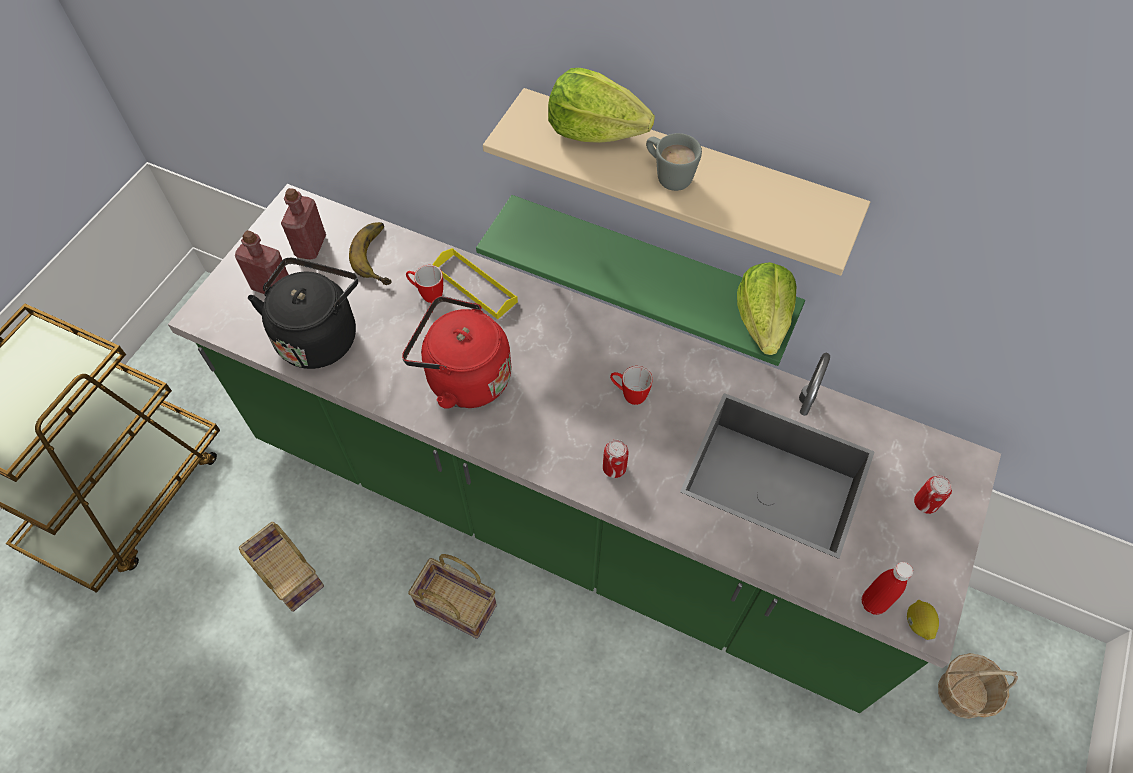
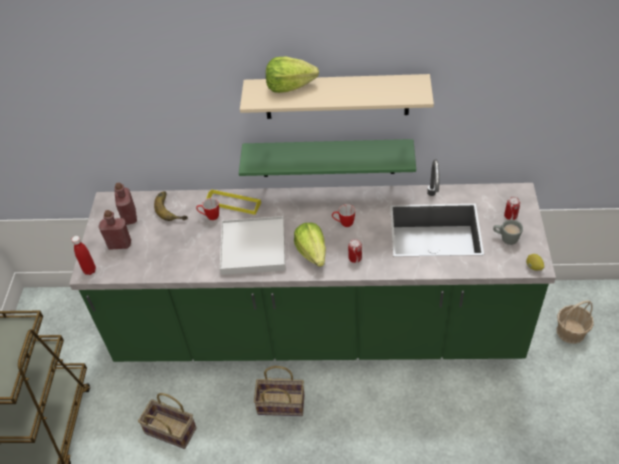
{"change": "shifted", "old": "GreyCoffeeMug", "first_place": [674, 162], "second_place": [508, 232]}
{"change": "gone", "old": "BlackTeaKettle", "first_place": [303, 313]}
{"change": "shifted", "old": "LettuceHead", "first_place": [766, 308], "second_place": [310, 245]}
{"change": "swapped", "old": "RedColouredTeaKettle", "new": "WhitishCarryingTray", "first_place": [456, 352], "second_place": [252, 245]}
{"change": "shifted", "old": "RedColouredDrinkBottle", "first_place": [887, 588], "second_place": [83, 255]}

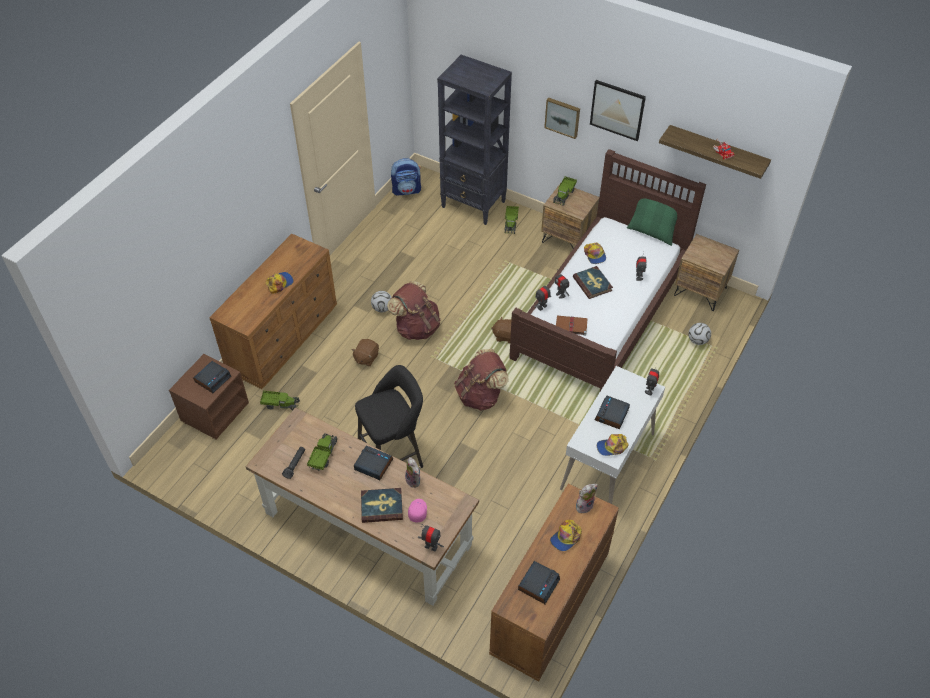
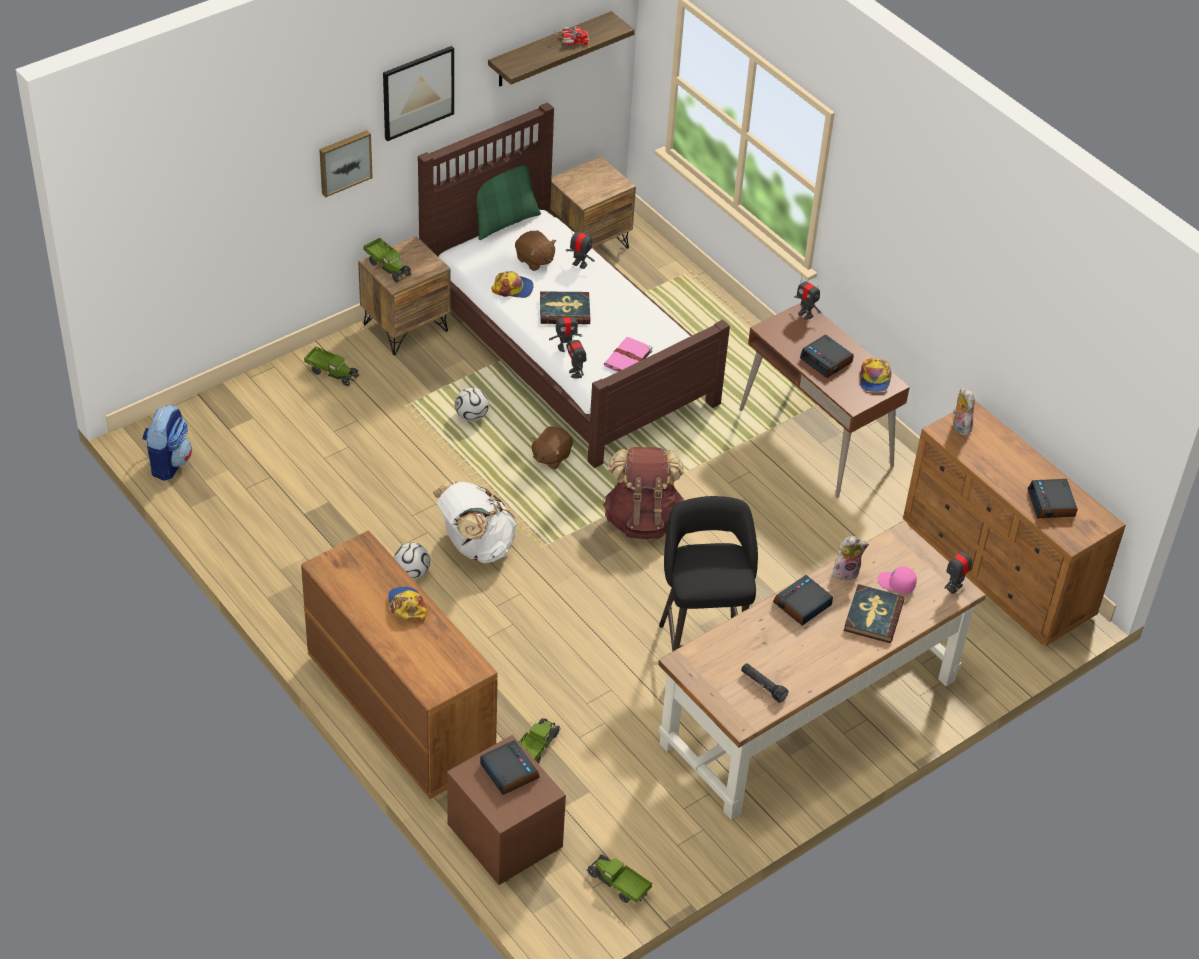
{"change": "gone", "old": "BlackBookshelf", "first_place": [474, 140]}
{"change": "repainted", "old": "BrownBackpack", "new": "WhitishBackpack", "first_place": [413, 310], "second_place": [475, 521]}
{"change": "repainted", "old": "BrownBook", "new": "PinkColouredBook", "first_place": [572, 325], "second_place": [628, 354]}
{"change": "shifted", "old": "BallForFootball", "first_place": [699, 334], "second_place": [472, 404]}
{"change": "shifted", "old": "BrownPlushToy", "first_place": [365, 352], "second_place": [535, 250]}
{"change": "repainted", "old": "WhitishDeskTable", "new": "BrownDeskTable", "first_place": [612, 435], "second_place": [825, 400]}
{"change": "shifted", "old": "ToyLorry", "first_place": [322, 452], "second_place": [619, 879]}
{"change": "gone", "old": "BaseballCap", "first_place": [566, 535]}
{"change": "rotated", "old": "TableClock", "first_place": [539, 582], "second_place": [1053, 498], "degrees": -150}

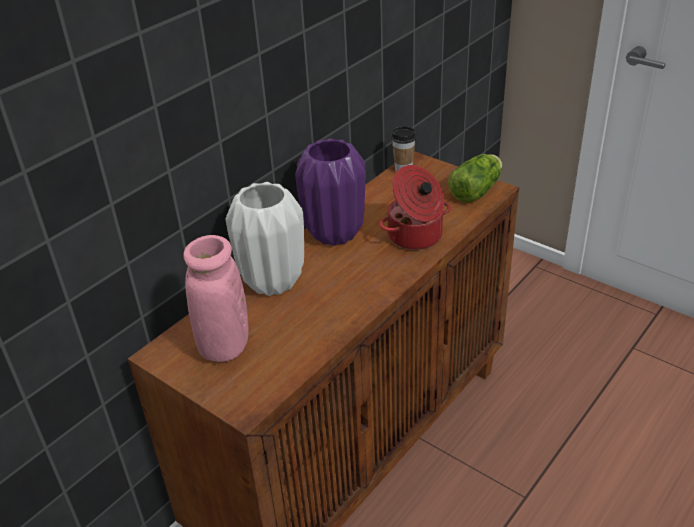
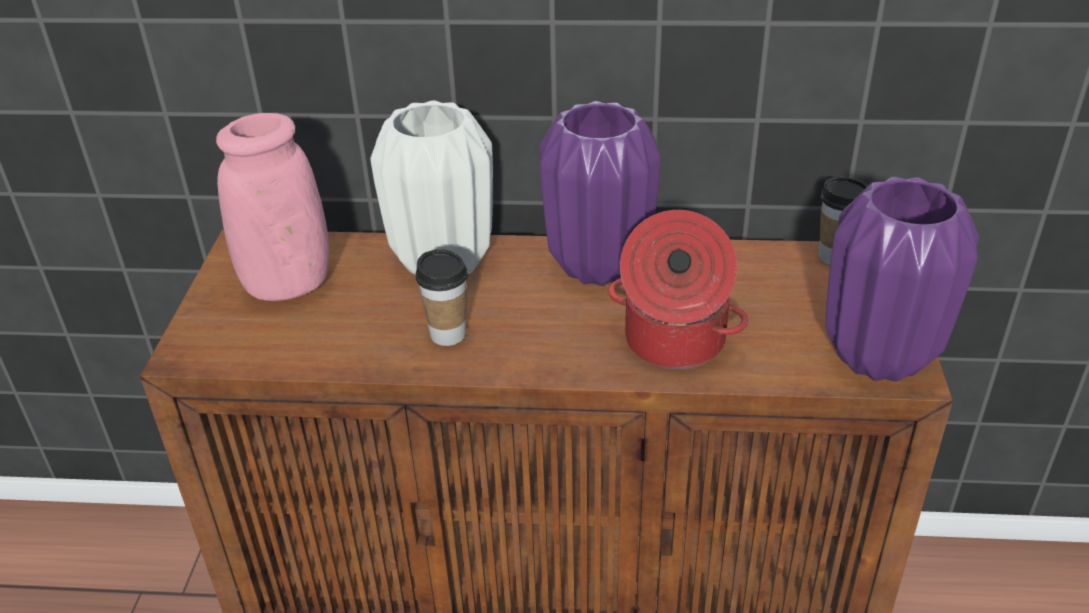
{"change": "swapped", "old": "LettuceHead", "new": "PurplishVase", "first_place": [475, 178], "second_place": [902, 279]}
{"change": "new", "new": "DrinkingCup", "second_place": [442, 297]}

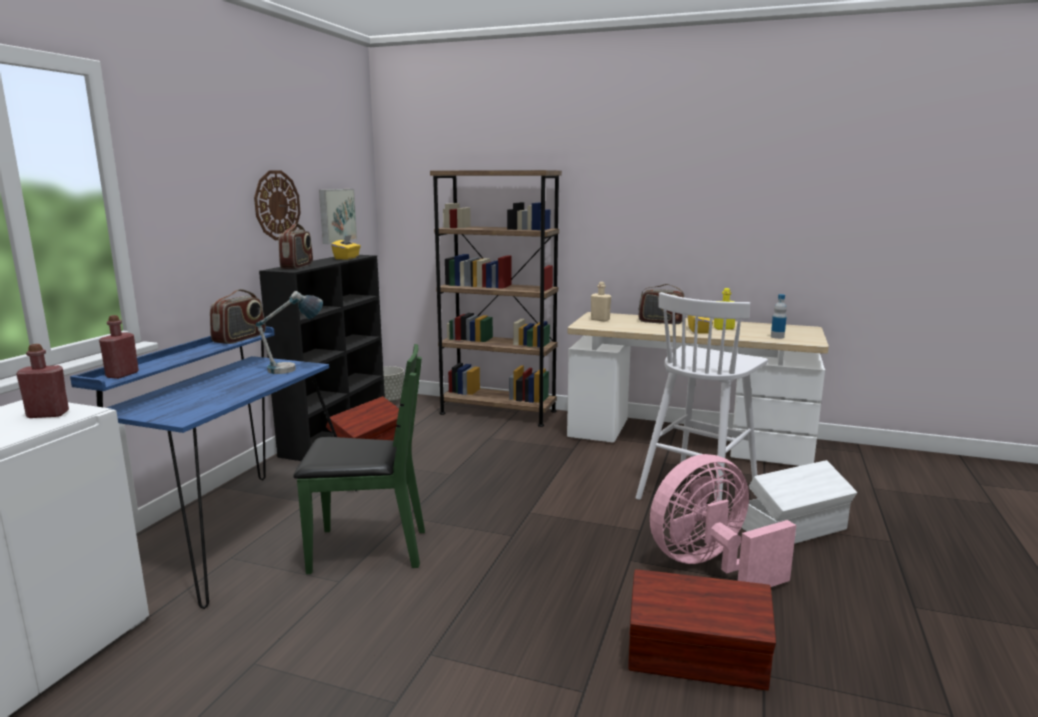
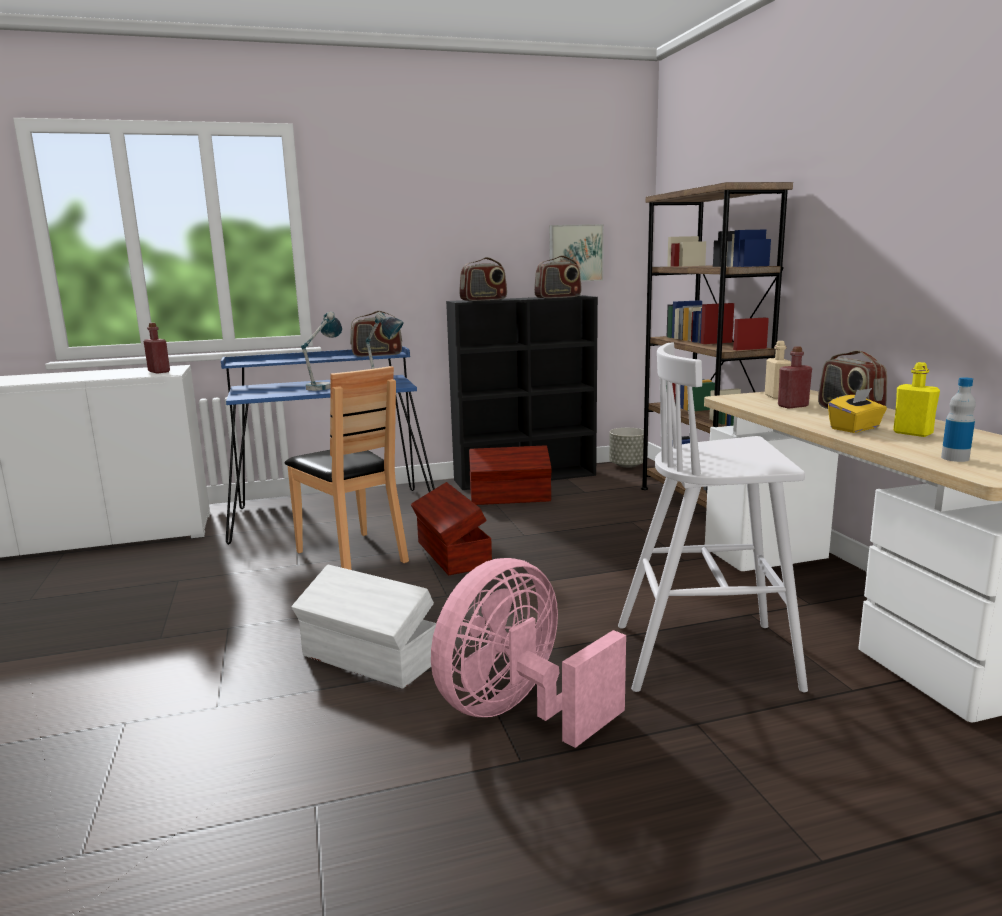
{"change": "gone", "old": "WallClock", "first_place": [277, 205]}
{"change": "swapped", "old": "YellowishTissueBox", "new": "Radio", "first_place": [346, 247], "second_place": [557, 276]}
{"change": "shifted", "old": "RedColouredDrinkBottle", "first_place": [119, 347], "second_place": [795, 377]}
{"change": "repainted", "old": "GreenPlainChair", "new": "BrownPlainChair", "first_place": [359, 459], "second_place": [347, 468]}
{"change": "rotated", "old": "PinkColouredElectricFan", "first_place": [723, 520], "second_place": [528, 653], "degrees": -75}
{"change": "shifted", "old": "WhitishStorageContainer", "first_place": [799, 502], "second_place": [363, 627]}
{"change": "shifted", "old": "BrownStorageContainer", "first_place": [702, 630], "second_place": [451, 528]}
{"change": "new", "new": "LampForATable", "second_place": [321, 351]}

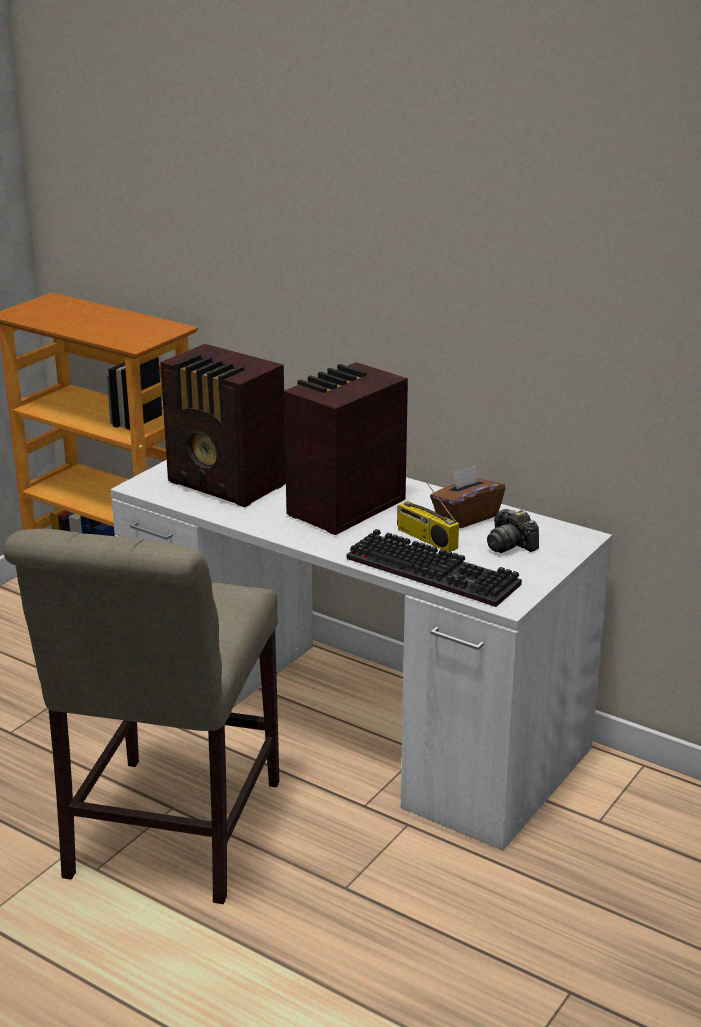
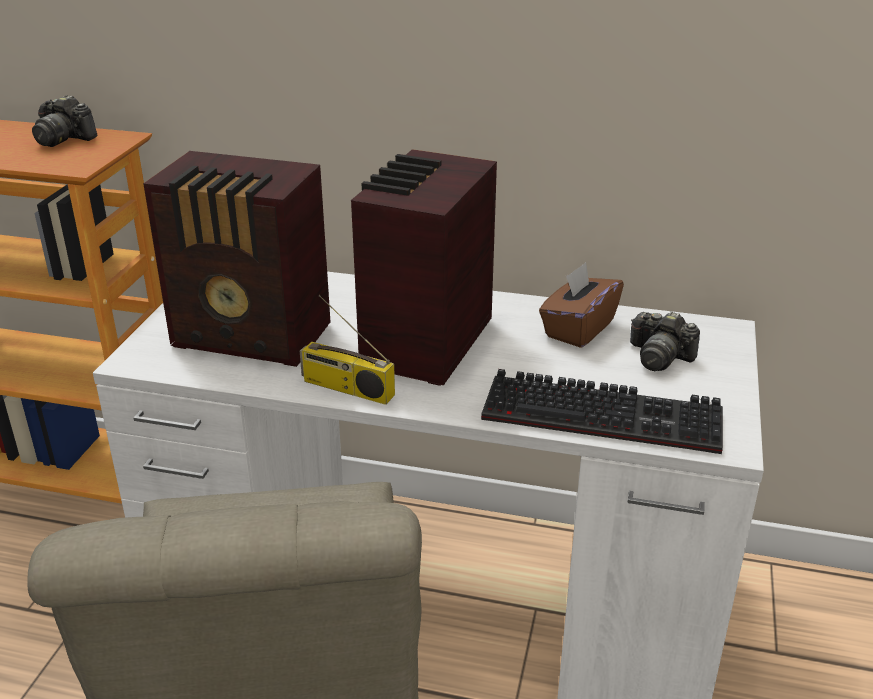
{"change": "shifted", "old": "Radio", "first_place": [428, 509], "second_place": [347, 350]}
{"change": "new", "new": "StillCamera", "second_place": [65, 121]}

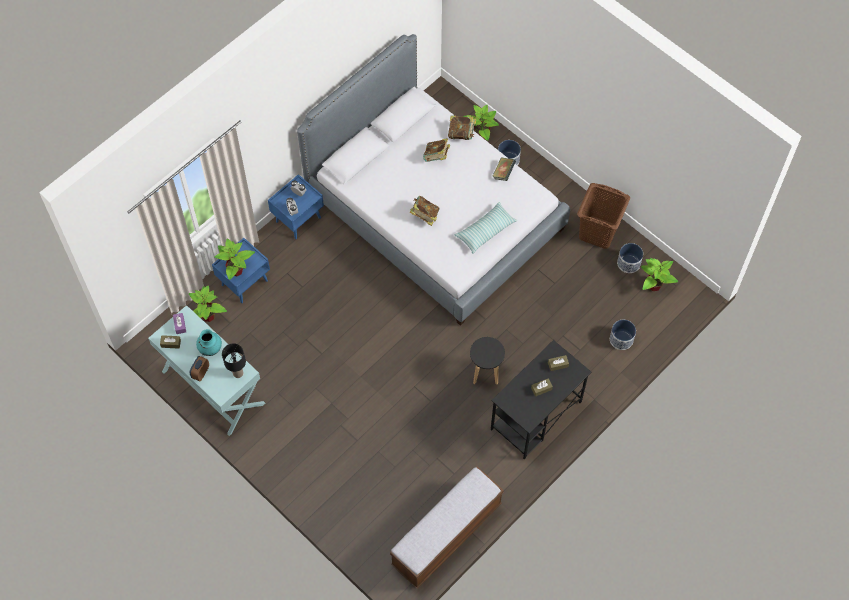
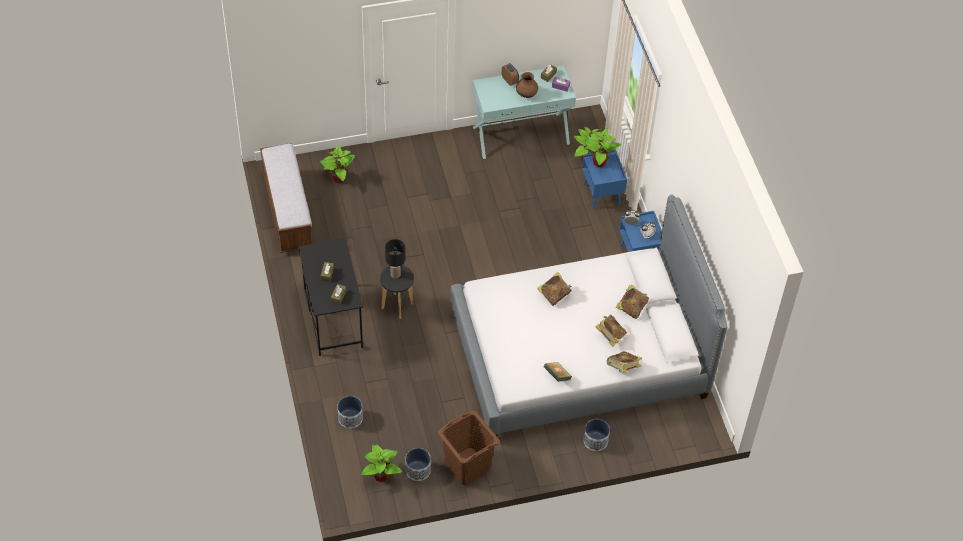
{"change": "shifted", "old": "PottedPlant", "first_place": [481, 123], "second_place": [337, 164]}
{"change": "gone", "old": "Cushion", "first_place": [486, 228]}
{"change": "repainted", "old": "TurquoiseVase", "new": "BrownVase", "first_place": [209, 342], "second_place": [527, 85]}
{"change": "shifted", "old": "BlackLampForATable", "first_place": [234, 360], "second_place": [395, 258]}
{"change": "new", "new": "Book", "second_place": [632, 302]}

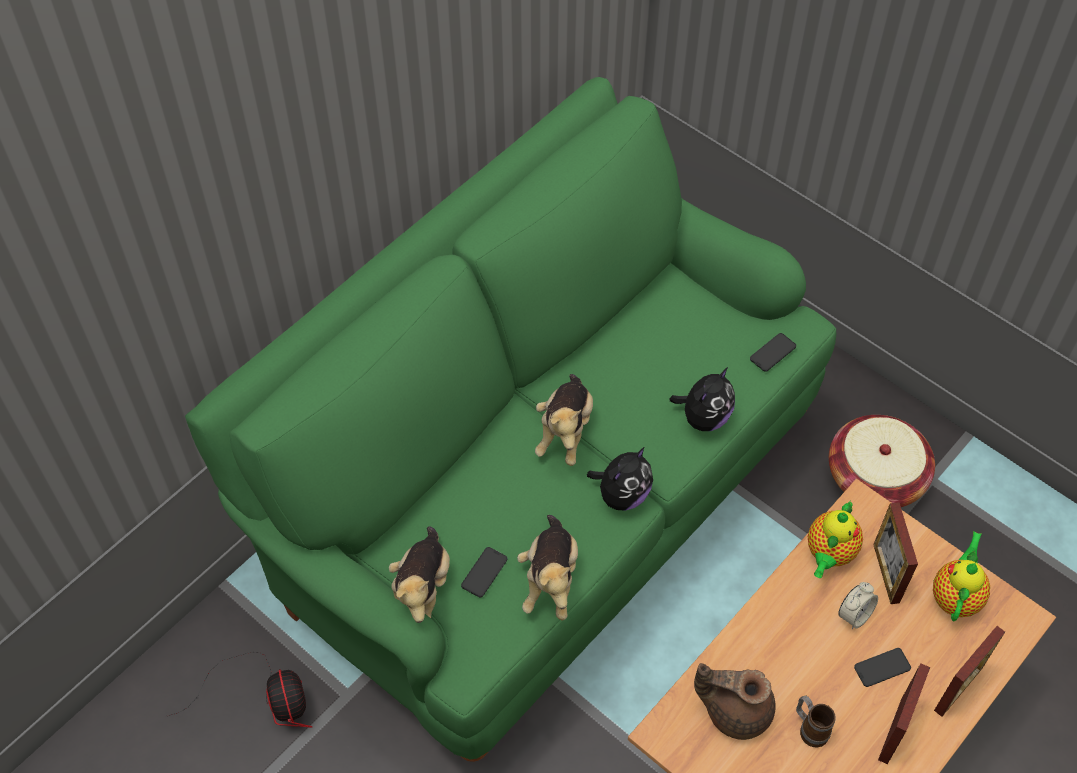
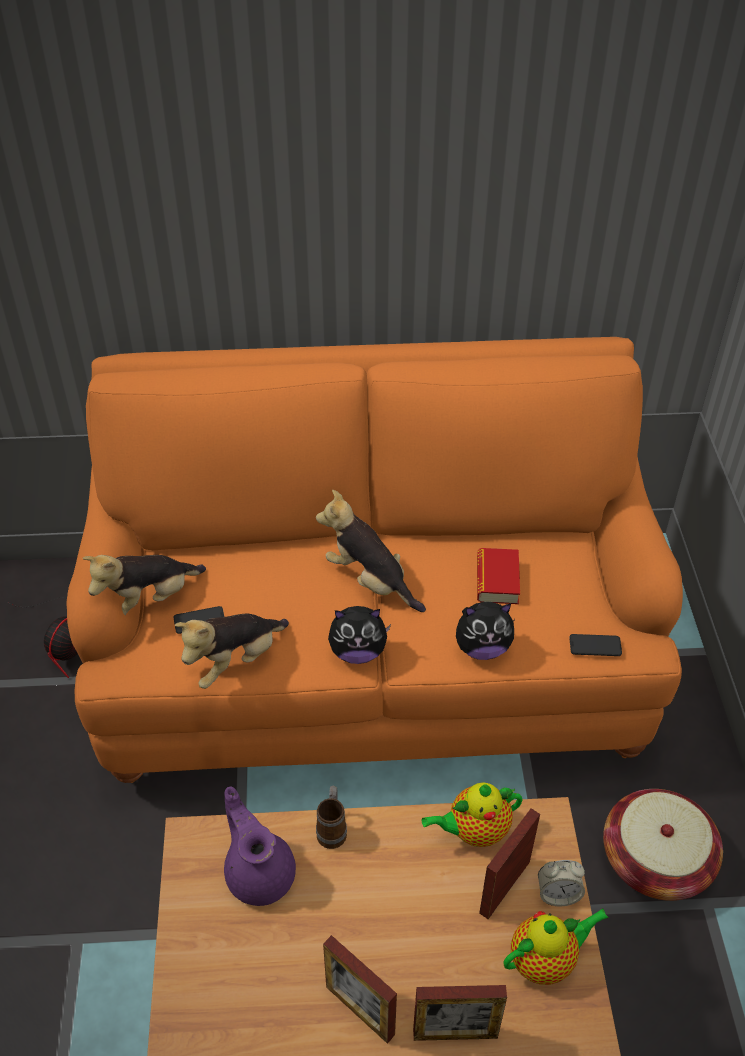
{"change": "repainted", "old": "GreenCouch", "new": "OrangeyCouch", "first_place": [510, 419], "second_place": [374, 560]}
{"change": "rotated", "old": "PlushToy", "first_place": [564, 420], "second_place": [371, 551], "degrees": 75}
{"change": "shifted", "old": "TableClock", "first_place": [858, 605], "second_place": [561, 883]}
{"change": "gone", "old": "Phone", "first_place": [882, 667]}
{"change": "repainted", "old": "BrownTeaPot", "new": "PurplishTeaPot", "first_place": [735, 701], "second_place": [260, 846]}
{"change": "rotated", "old": "PhotoFrame", "first_place": [904, 713], "second_place": [360, 989], "degrees": 60}
{"change": "shifted", "old": "CoffeeMug", "first_place": [815, 721], "second_place": [331, 817]}
{"change": "new", "new": "Book", "second_place": [498, 576]}

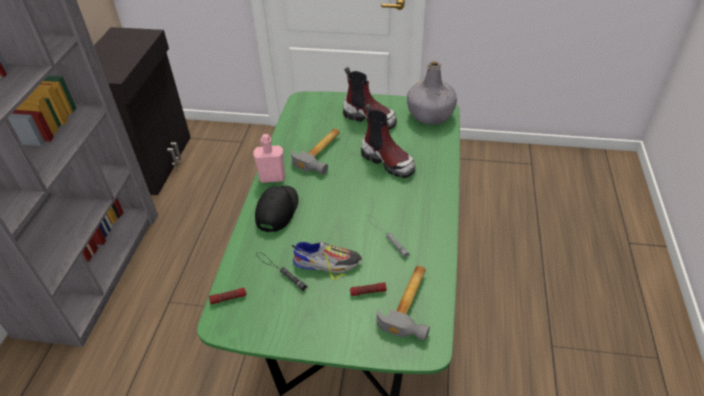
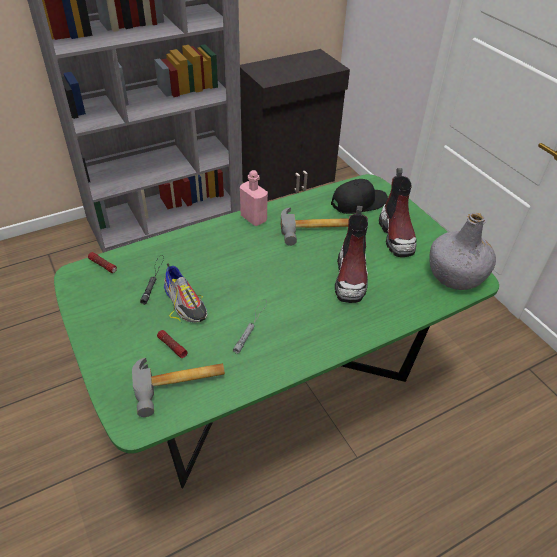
{"change": "shifted", "old": "BlackBaseballCap", "first_place": [277, 209], "second_place": [359, 196]}

